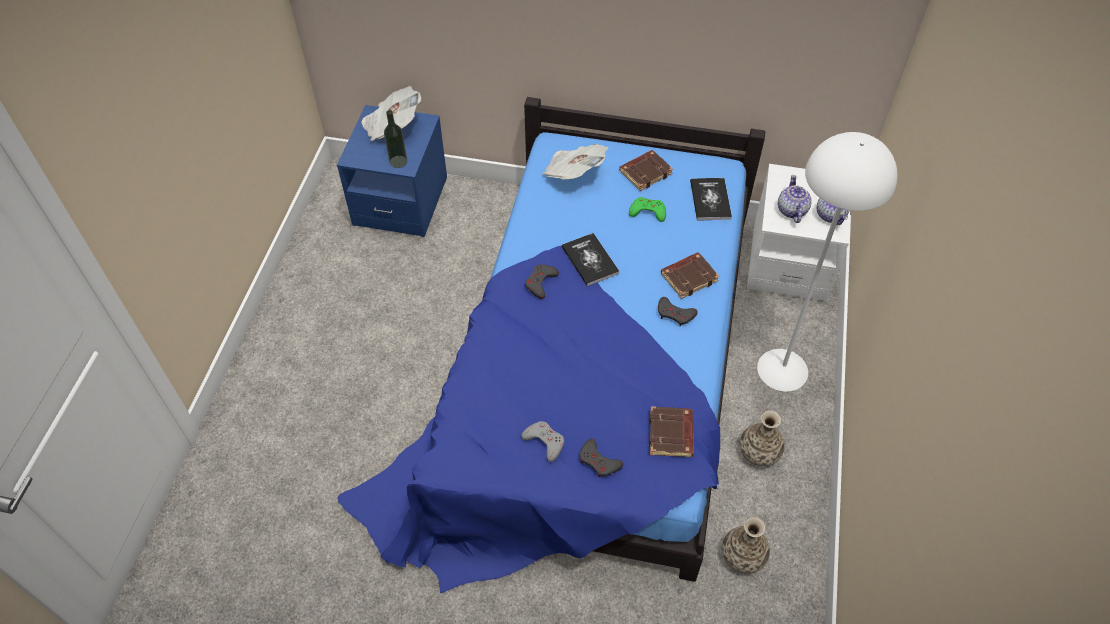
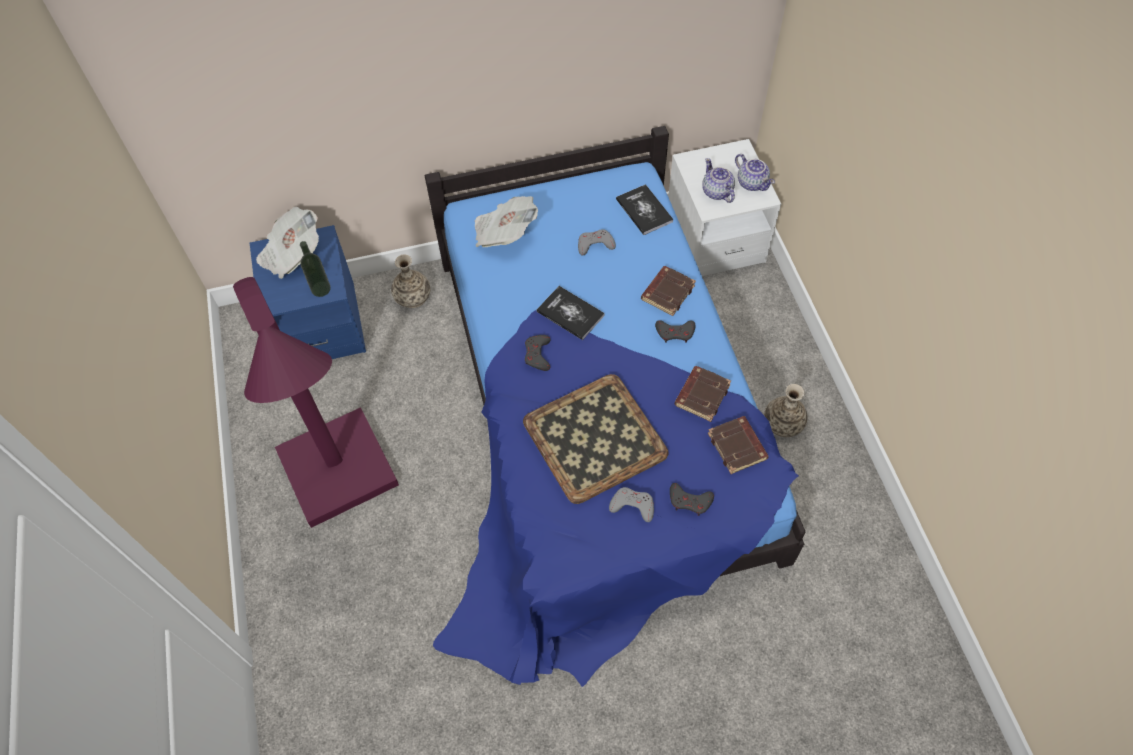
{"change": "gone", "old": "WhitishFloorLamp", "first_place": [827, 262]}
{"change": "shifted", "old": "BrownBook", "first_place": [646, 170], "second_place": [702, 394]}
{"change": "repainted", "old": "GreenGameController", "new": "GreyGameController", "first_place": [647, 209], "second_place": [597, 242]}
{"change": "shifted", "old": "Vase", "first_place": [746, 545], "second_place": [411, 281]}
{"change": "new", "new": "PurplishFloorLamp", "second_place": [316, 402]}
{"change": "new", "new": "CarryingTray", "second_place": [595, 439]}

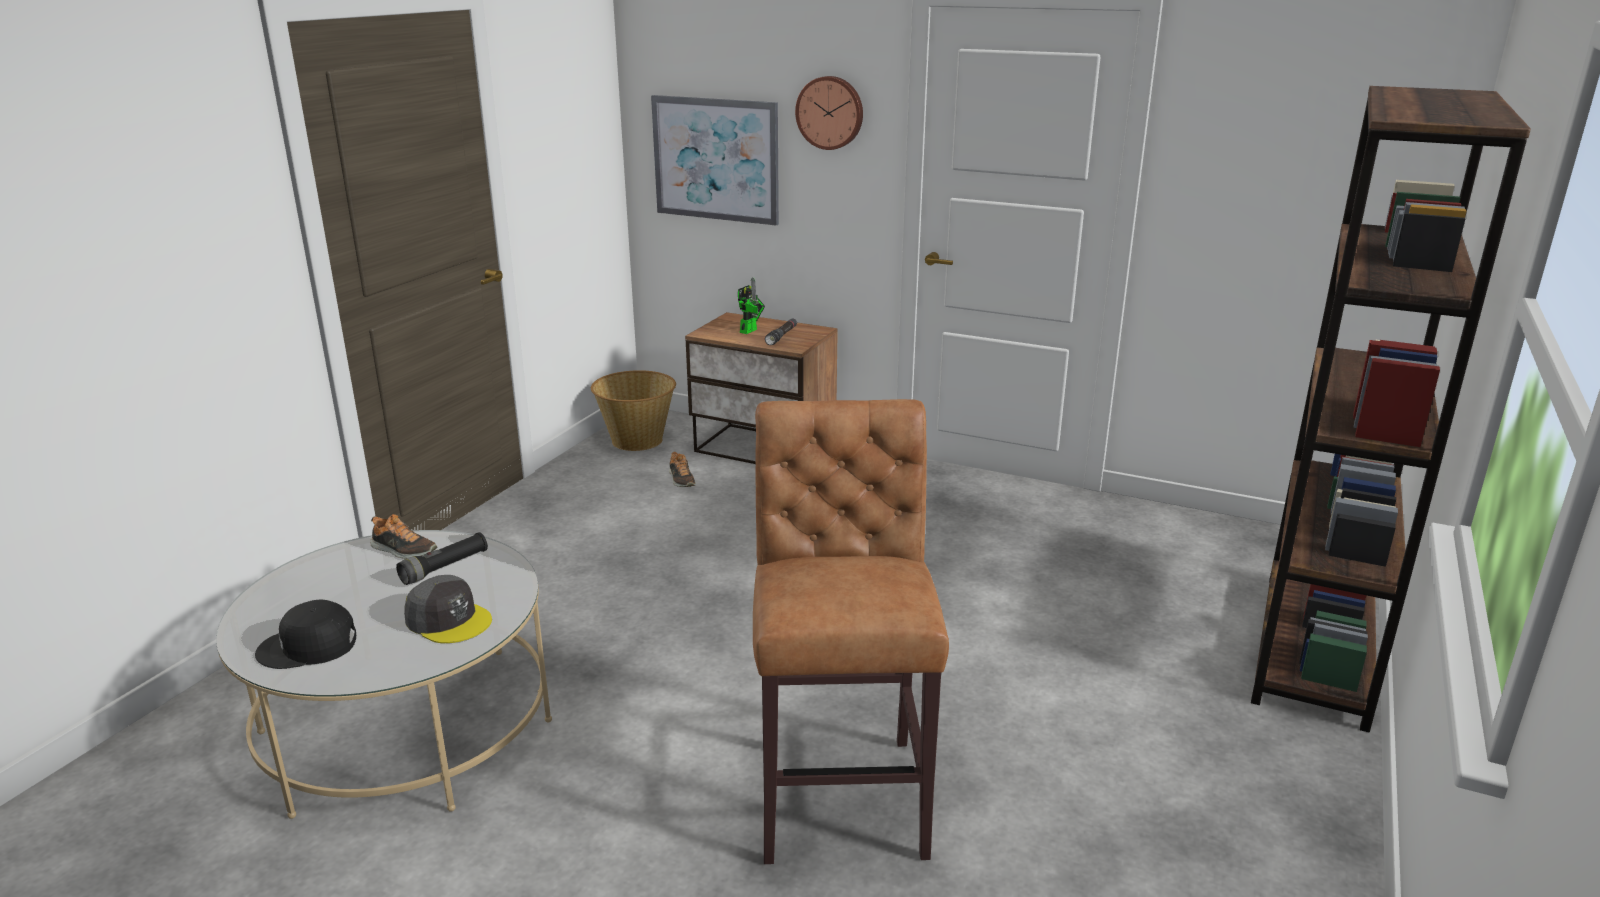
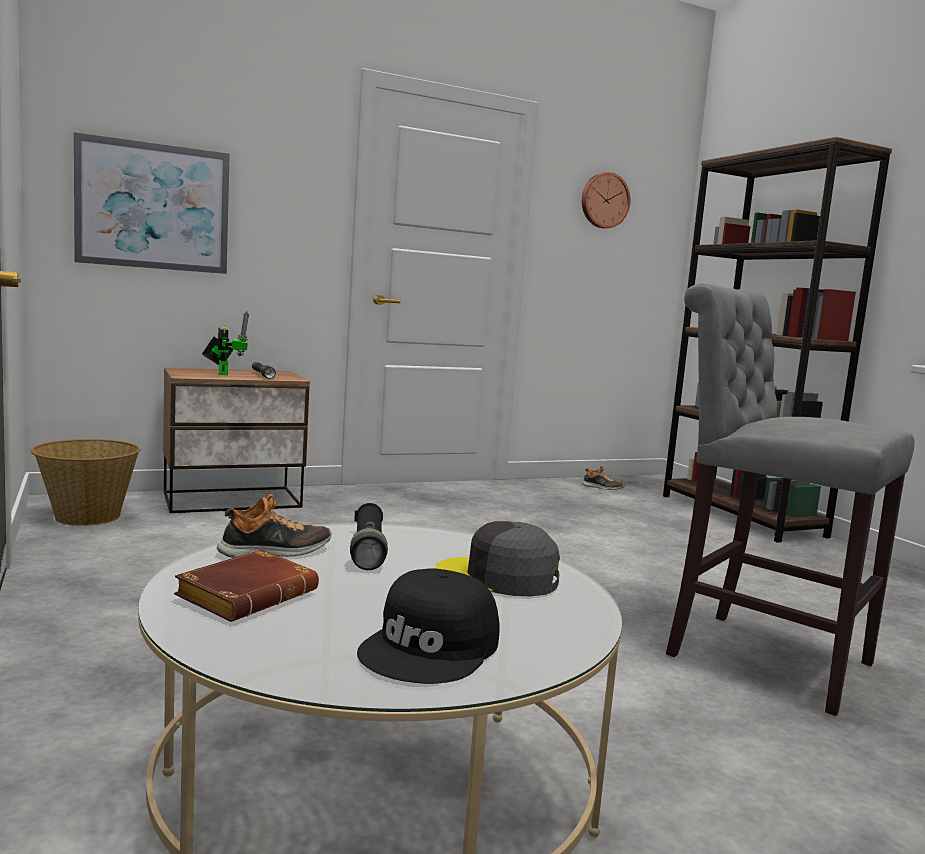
{"change": "shifted", "old": "WallClock", "first_place": [829, 113], "second_place": [606, 200]}
{"change": "repainted", "old": "BrownStoolSeat", "new": "GreyStoolSeat", "first_place": [851, 631], "second_place": [790, 499]}
{"change": "shifted", "old": "LowShoe", "first_place": [682, 469], "second_place": [603, 478]}
{"change": "rotated", "old": "GreyBaseballCap", "first_place": [448, 609], "second_place": [497, 558], "degrees": -150}
{"change": "new", "new": "BrownBook", "second_place": [246, 585]}

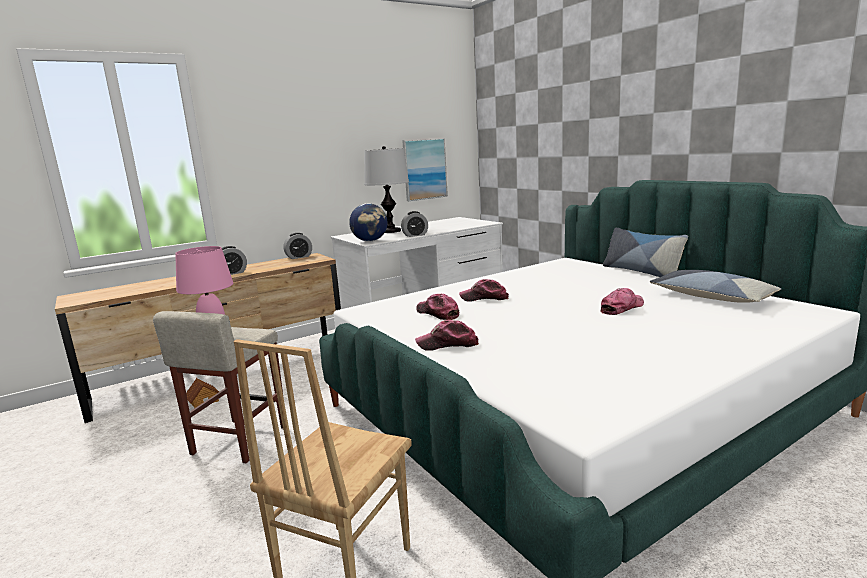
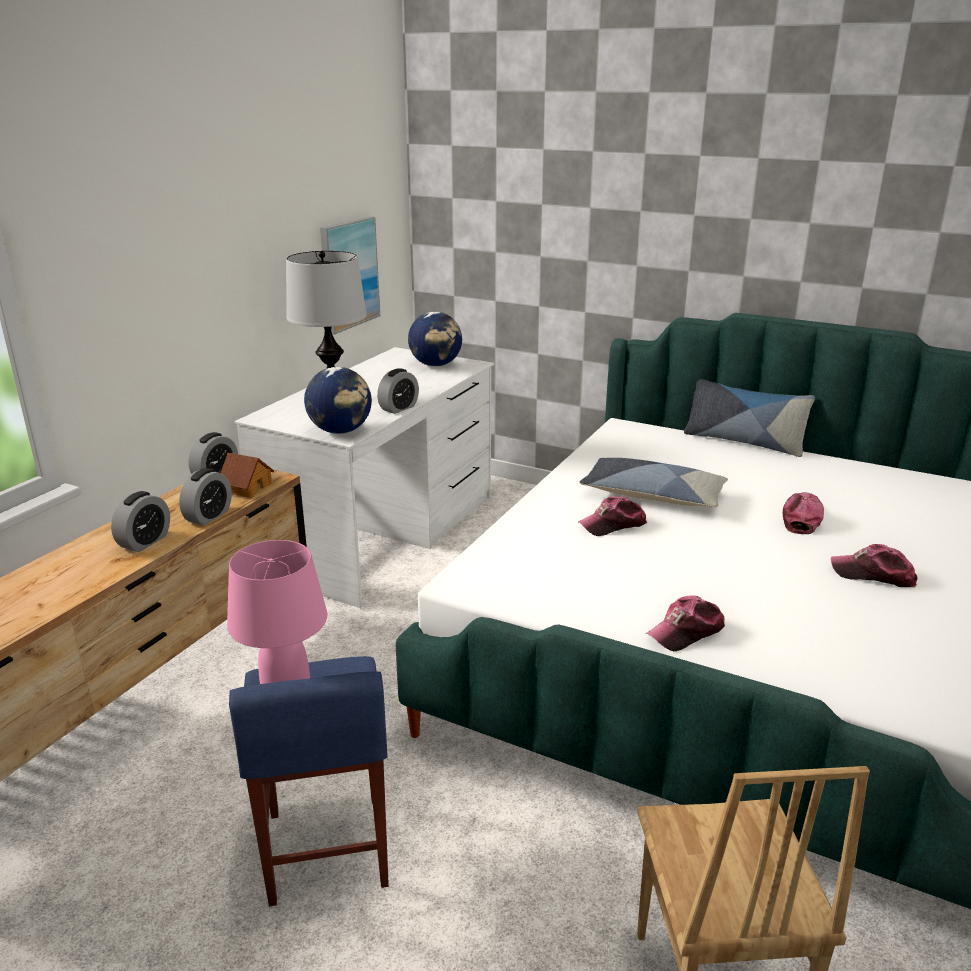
{"change": "shifted", "old": "Cushion", "first_place": [715, 286], "second_place": [654, 482]}
{"change": "shifted", "old": "BaseballCap", "first_place": [437, 307], "second_place": [874, 565]}
{"change": "repainted", "old": "SandColouredStoolSeat", "new": "BlueColouredStoolSeat", "first_place": [218, 387], "second_place": [309, 781]}
{"change": "shifted", "old": "ToyHouse", "first_place": [202, 393], "second_place": [247, 475]}
{"change": "new", "new": "Globe", "second_place": [435, 339]}
{"change": "new", "new": "TableClock", "second_place": [205, 497]}

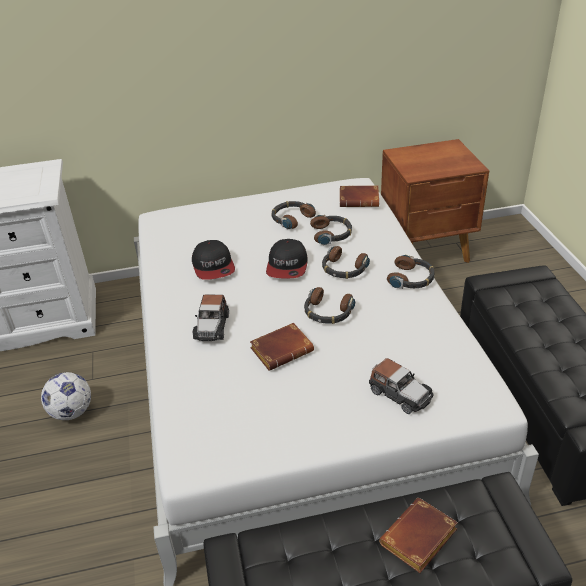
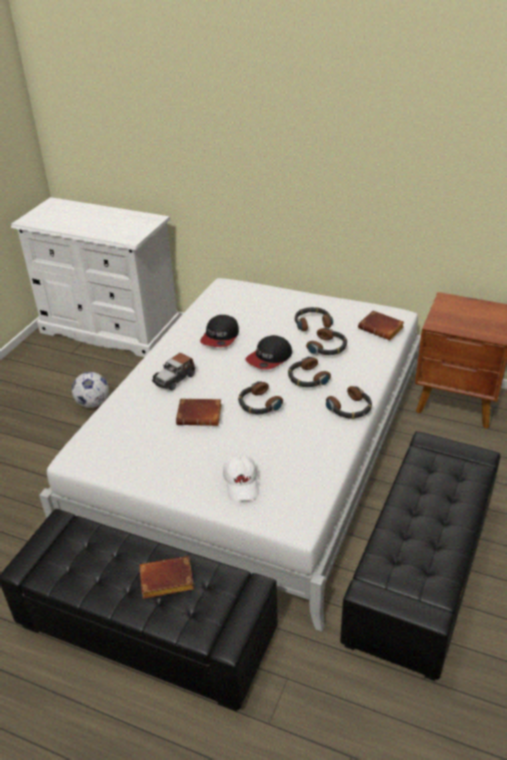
{"change": "swapped", "old": "MiniatureCar", "new": "WhitishBaseballCap", "first_place": [401, 386], "second_place": [241, 478]}

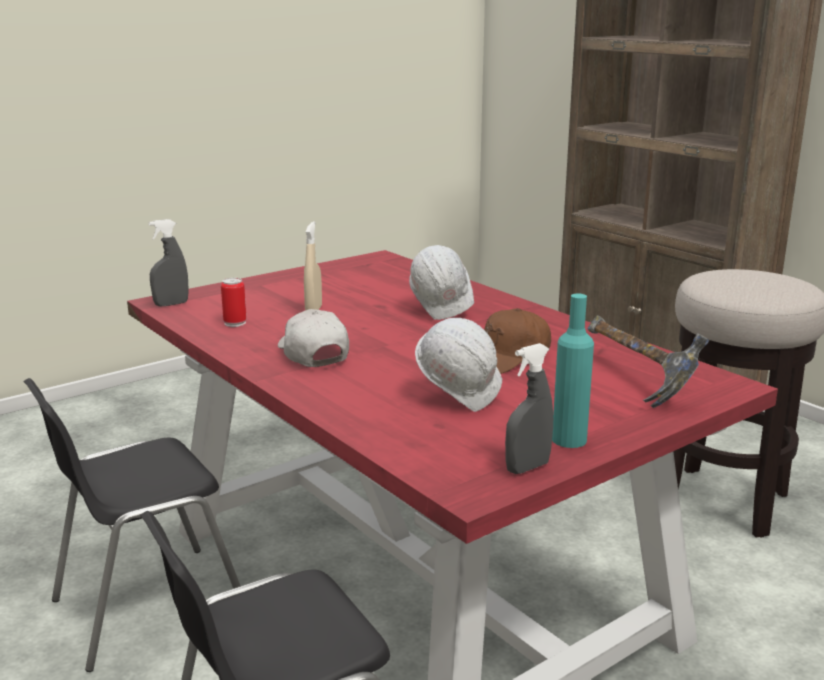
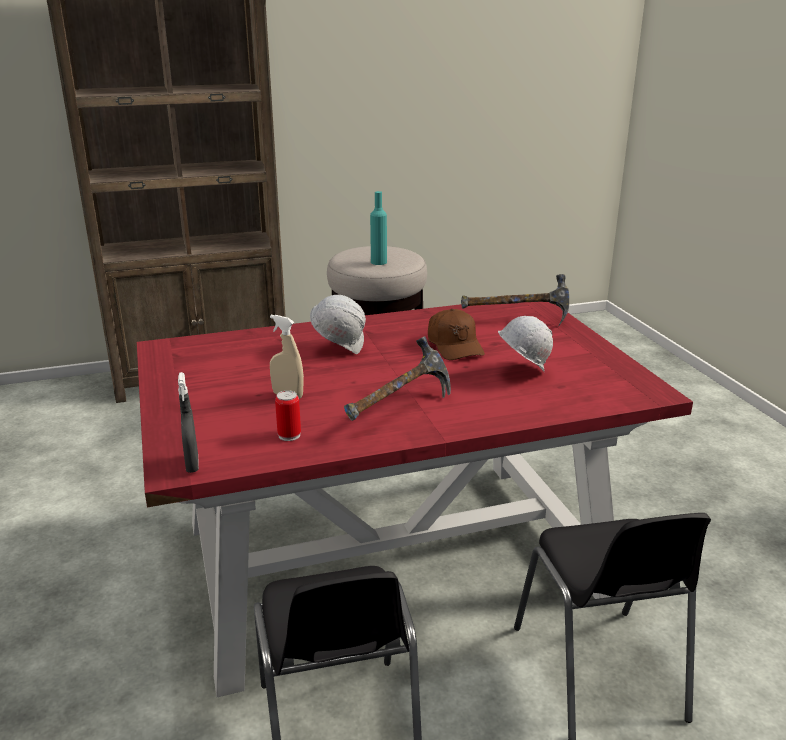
{"change": "shifted", "old": "TurquoiseDrinkBottle", "first_place": [573, 371], "second_place": [378, 228]}
{"change": "swapped", "old": "WhitishBaseballCap", "new": "HandHammer", "first_place": [313, 338], "second_place": [397, 378]}
{"change": "gone", "old": "GreySprayBottle", "first_place": [529, 408]}

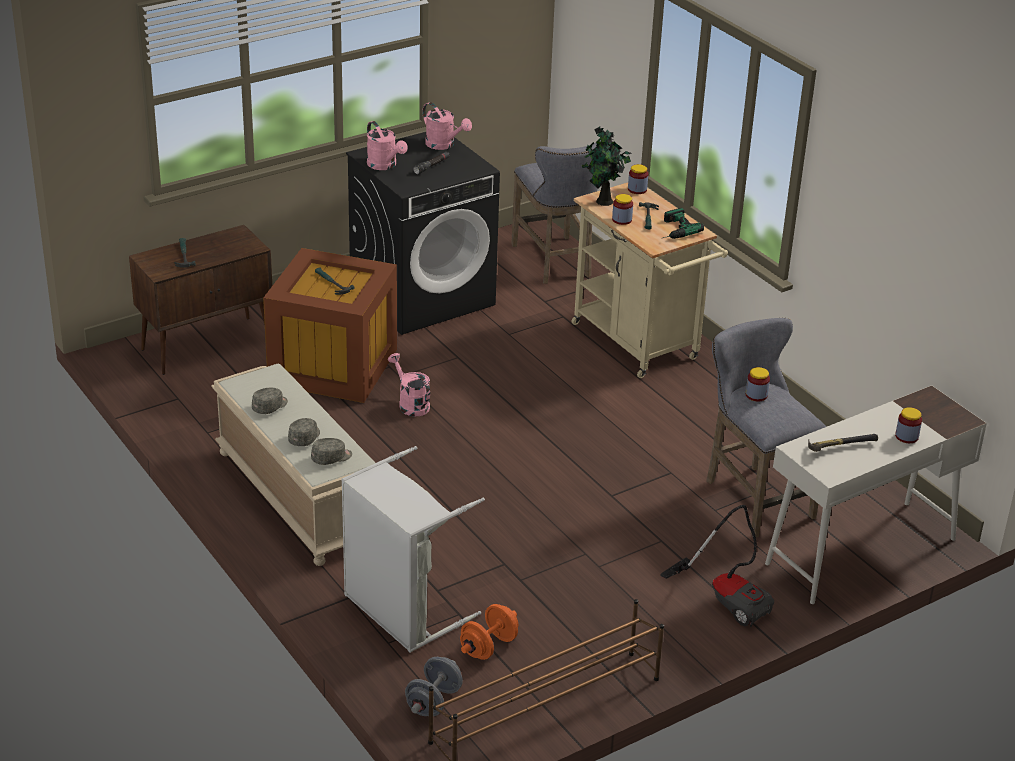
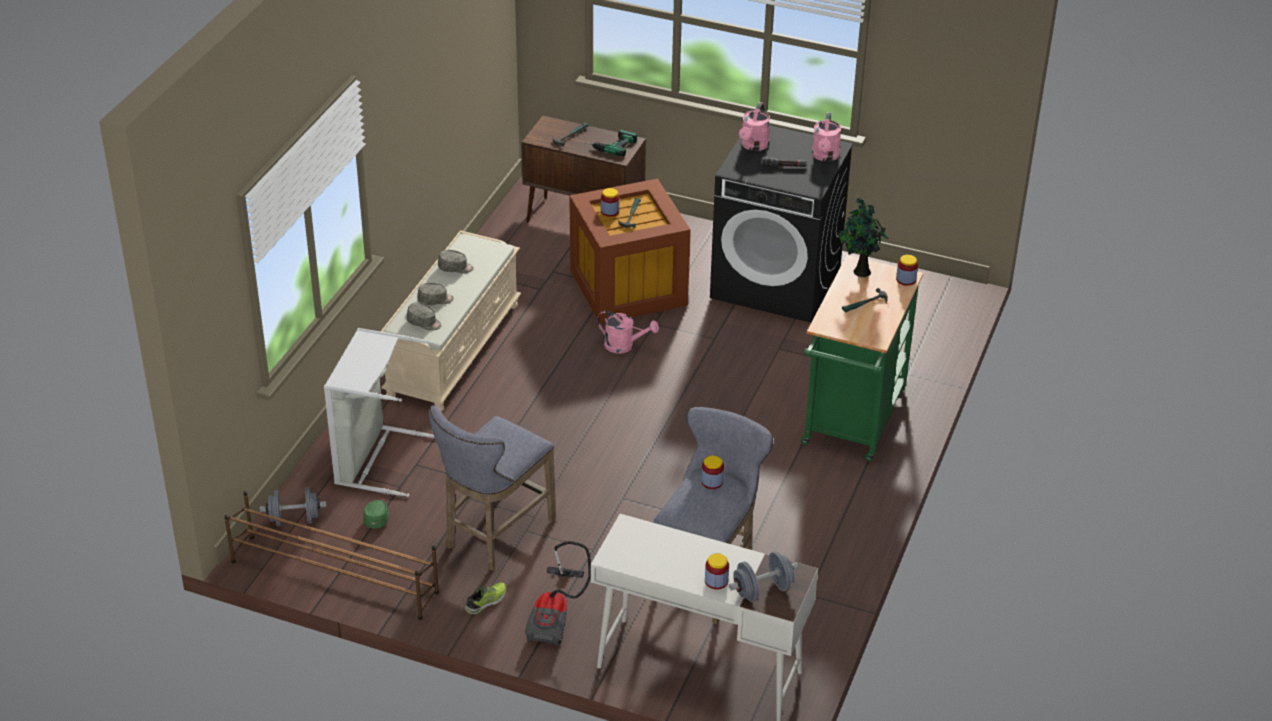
{"change": "shifted", "old": "GreyStoolSeat", "first_place": [556, 212], "second_place": [492, 488]}
{"change": "repainted", "old": "SandColouredCart", "new": "GreenCart", "first_place": [649, 280], "second_place": [862, 358]}
{"change": "shifted", "old": "Jar", "first_place": [622, 209], "second_place": [610, 202]}
{"change": "shifted", "old": "Drill", "first_place": [683, 223], "second_place": [611, 143]}
{"change": "rotated", "old": "PinkColouredSprinklingCan", "first_place": [409, 385], "second_place": [628, 332], "degrees": 90}
{"change": "gone", "old": "HandHammer", "first_place": [843, 443]}
{"change": "swapped", "old": "OrangeyFreeWeight", "new": "GreenBaseballCap", "first_place": [489, 632], "second_place": [376, 514]}
{"change": "new", "new": "GreyFreeWeight", "second_place": [764, 576]}
{"change": "new", "new": "LowShoe", "second_place": [485, 598]}

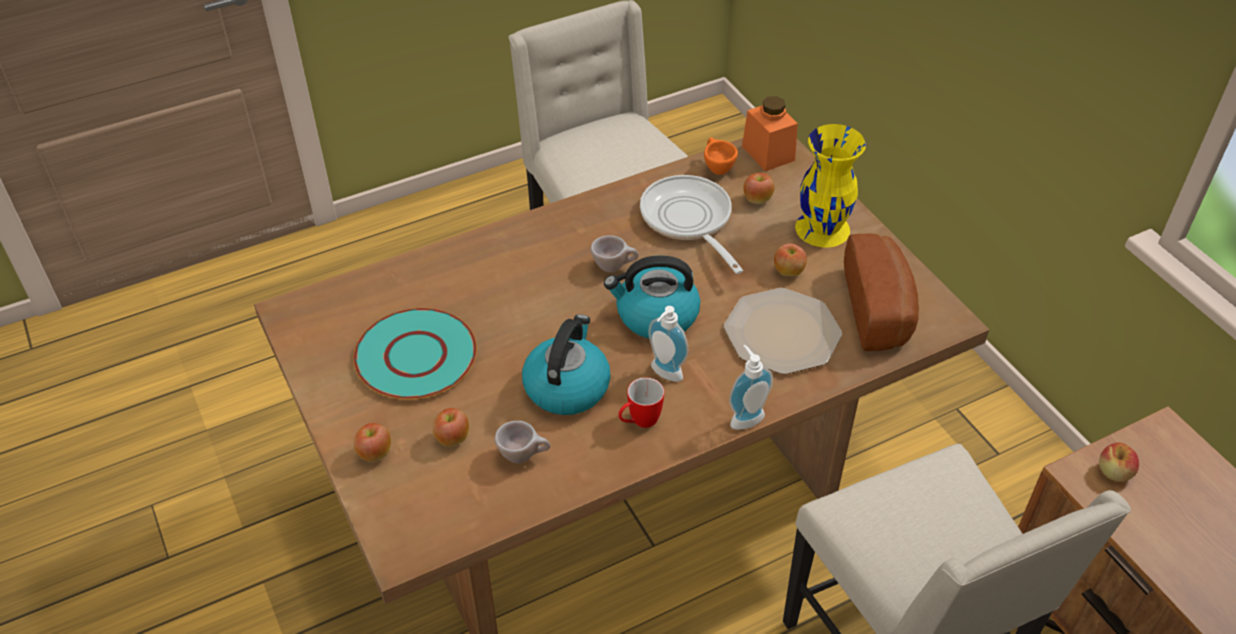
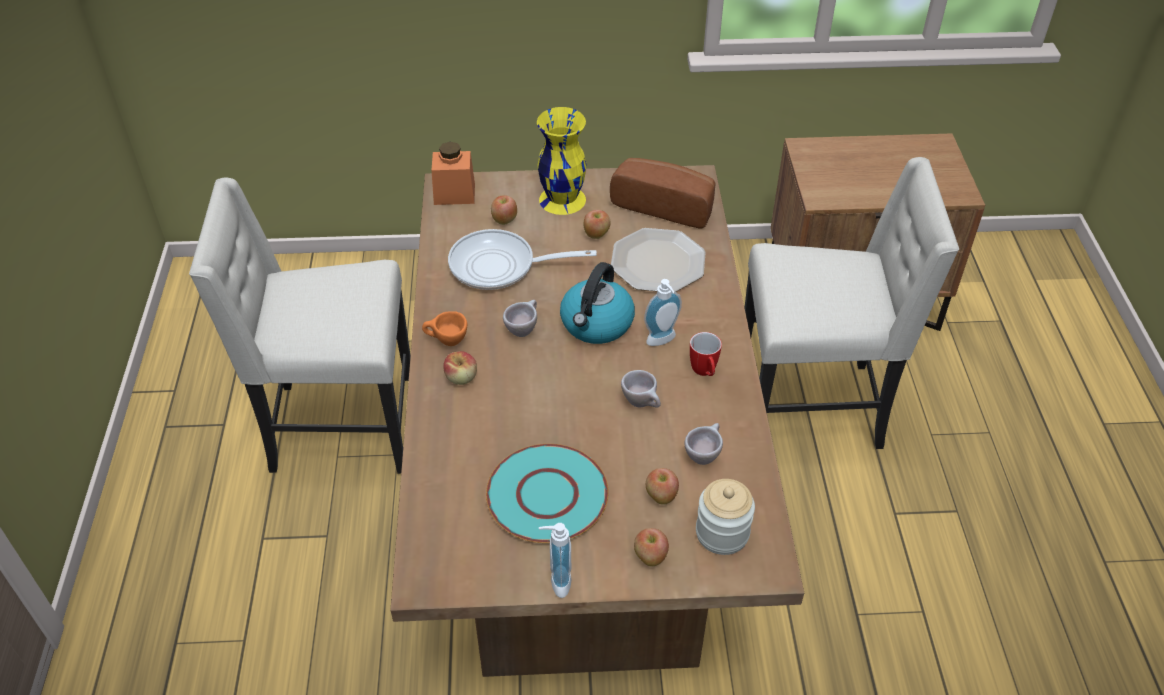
{"change": "shifted", "old": "OrangeyDrinkingCup", "first_place": [721, 156], "second_place": [444, 328]}
{"change": "swapped", "old": "TeaKettle", "new": "SandColouredDrinkingCup", "first_place": [566, 364], "second_place": [641, 389]}
{"change": "shifted", "old": "SoapDispenser", "first_place": [751, 387], "second_place": [555, 560]}
{"change": "shifted", "old": "Apple", "first_place": [1119, 462], "second_place": [460, 368]}
{"change": "new", "new": "Jar", "second_place": [725, 517]}

